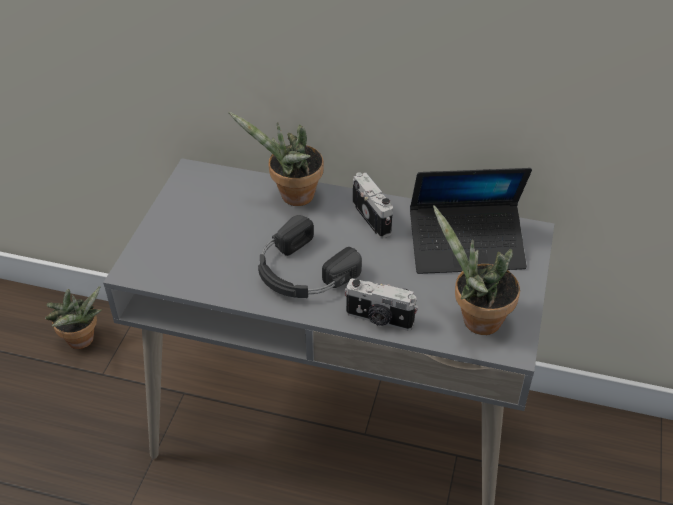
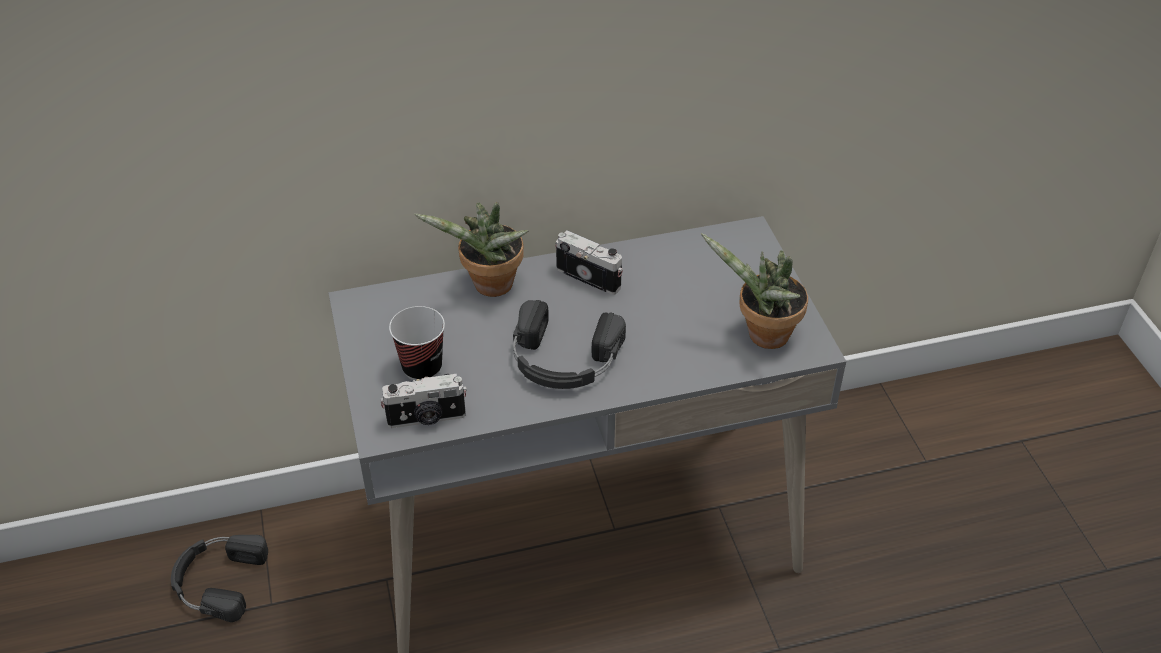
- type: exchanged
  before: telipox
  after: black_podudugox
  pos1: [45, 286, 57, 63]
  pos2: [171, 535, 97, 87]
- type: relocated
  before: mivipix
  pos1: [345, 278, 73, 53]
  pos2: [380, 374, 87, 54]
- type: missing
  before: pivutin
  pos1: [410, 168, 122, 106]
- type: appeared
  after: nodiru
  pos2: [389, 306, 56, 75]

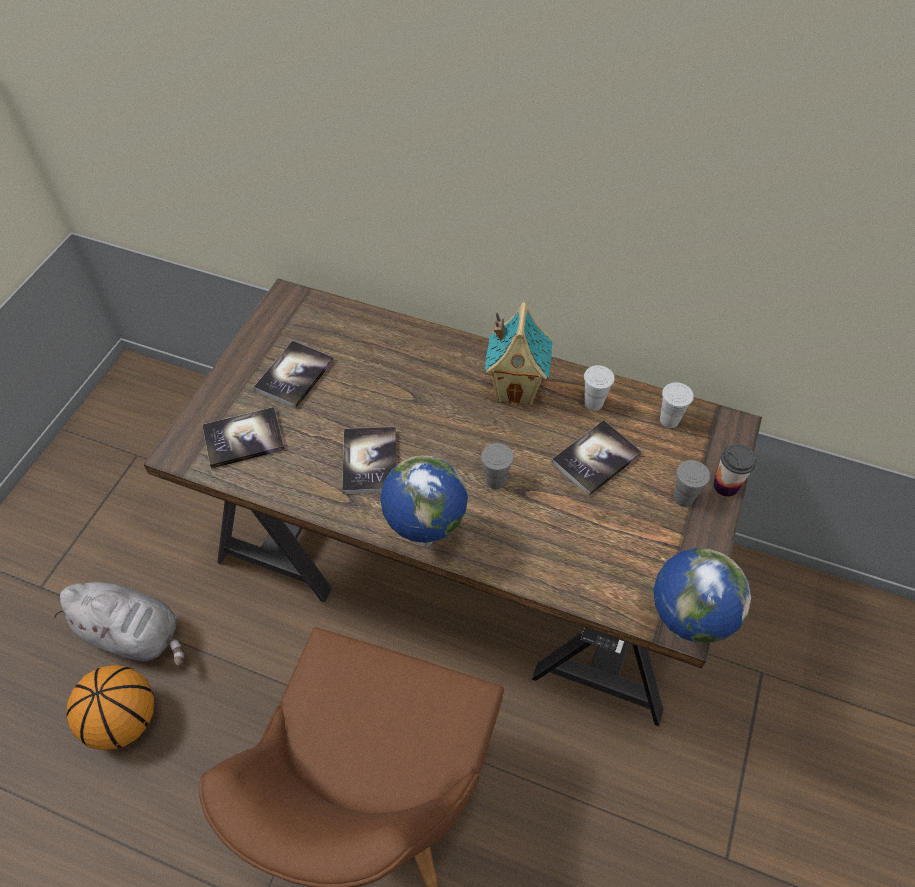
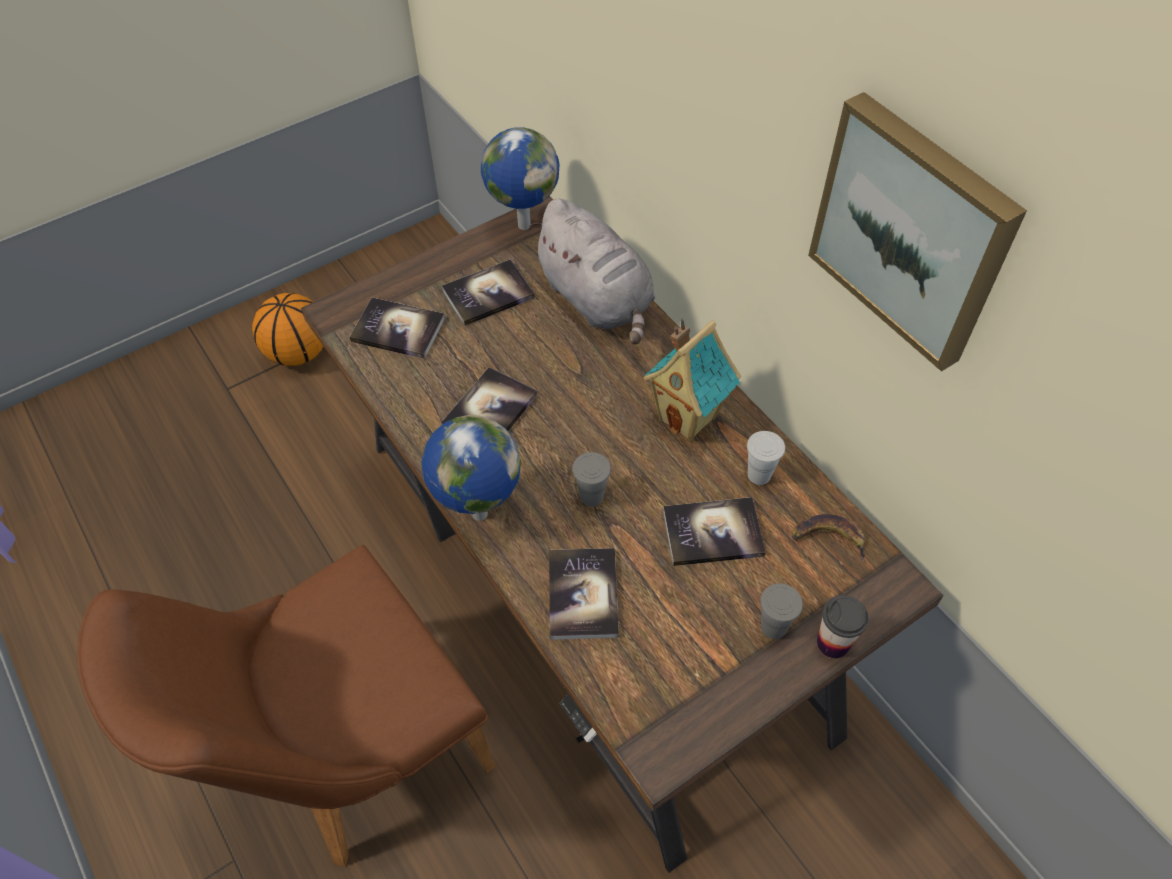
- type: relocated
  before: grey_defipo
  pos1: [53, 582, 131, 84]
  pos2: [529, 199, 126, 146]
- type: relocated
  before: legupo
  pos1: [66, 665, 88, 85]
  pos2: [252, 293, 72, 73]
- type: relocated
  before: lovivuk
  pos1: [654, 548, 97, 95]
  pos2: [481, 127, 78, 103]
- type: exchanged
  before: white_nodiru
  after: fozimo
  pos1: [660, 382, 34, 46]
  pos2: [792, 514, 73, 48]
- type: appeared
  after: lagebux
  pos2: [549, 548, 70, 92]
- type: appeared
  after: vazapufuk
  pos2: [808, 92, 219, 280]

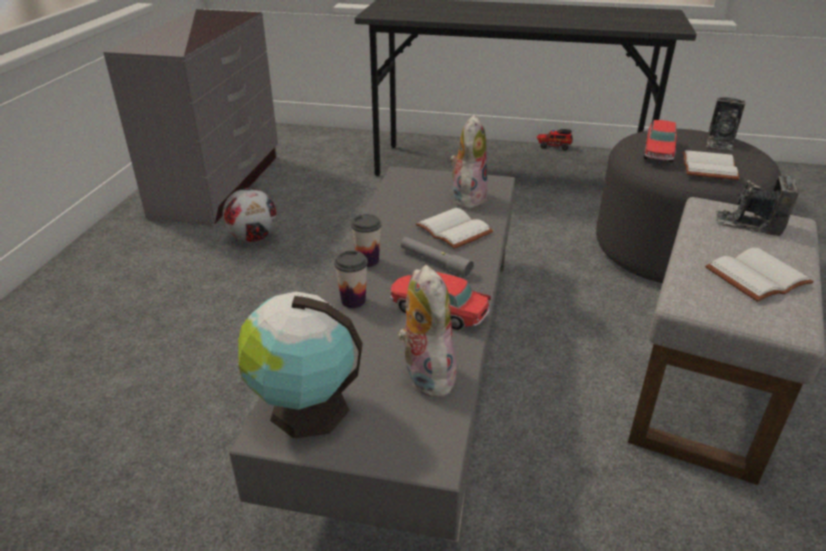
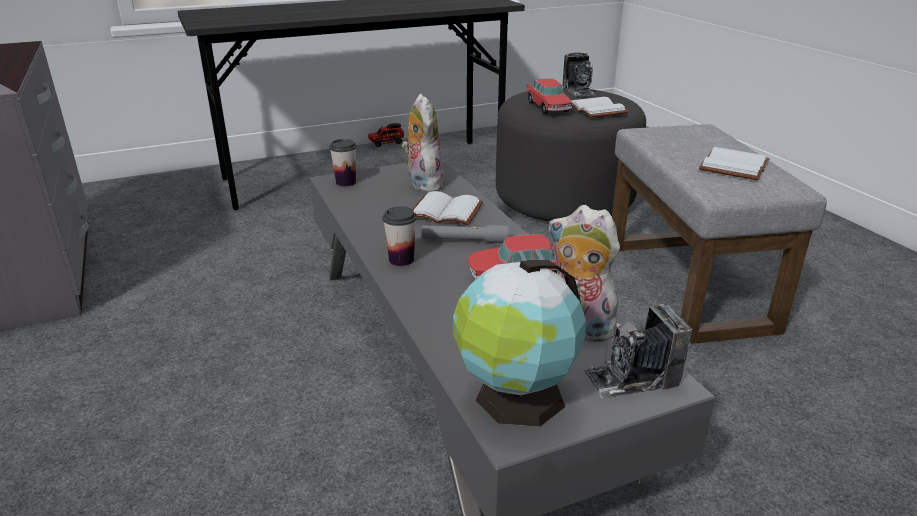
- type: missing
  before: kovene
  pos1: [223, 188, 54, 54]
- type: relocated
  before: nodiru
  pos1: [334, 250, 34, 58]
  pos2: [329, 139, 28, 47]
- type: relocated
  before: mivipix
  pos1: [716, 175, 83, 61]
  pos2: [582, 304, 111, 94]

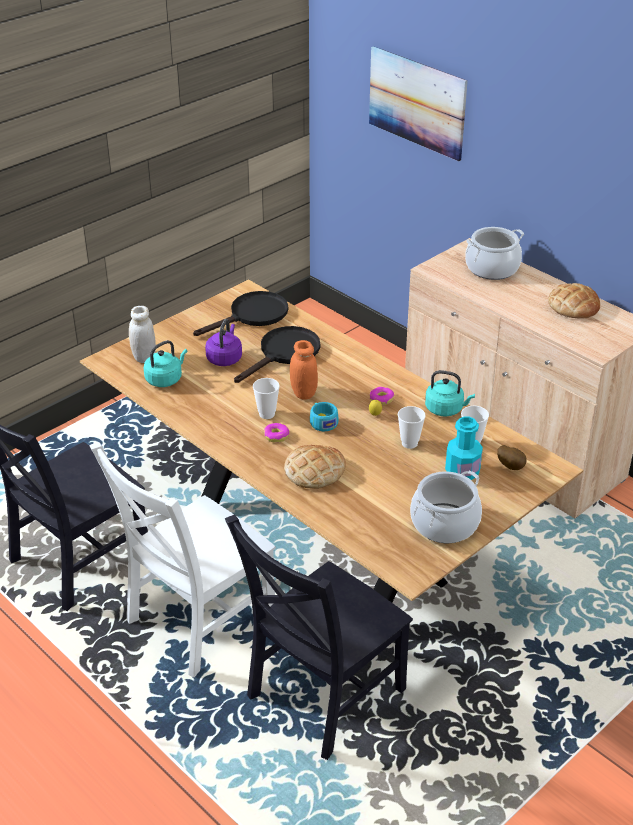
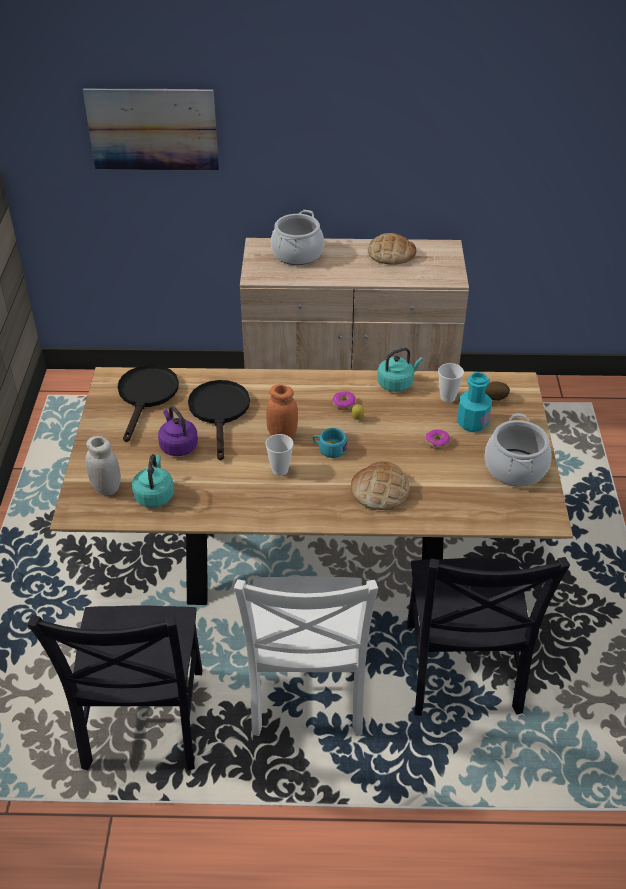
- type: relocated
  before: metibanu
  pos1: [264, 423, 25, 20]
  pos2: [425, 429, 25, 20]
- type: missing
  before: nodiru
  pos1: [398, 406, 28, 43]

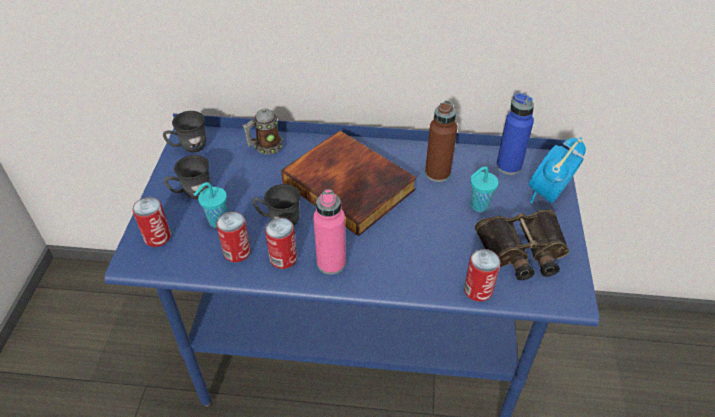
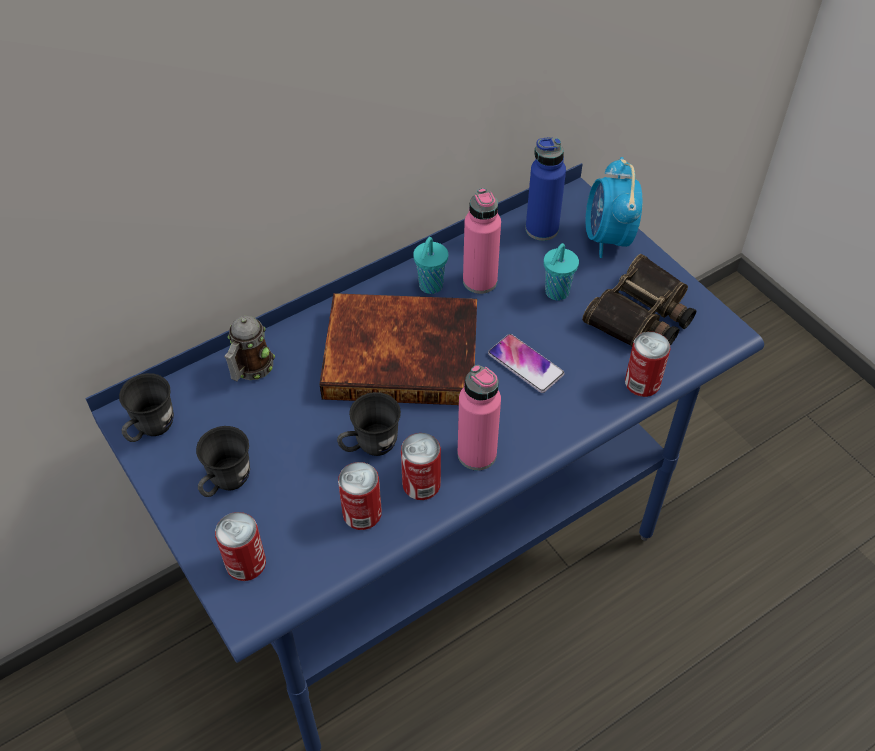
- type: relocated
  before: turquoise_nodiru
  pos1: [194, 182, 33, 46]
  pos2: [413, 237, 35, 57]
- type: colour
  before: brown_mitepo
  after: pink_mitepo
  pos1: [425, 101, 32, 81]
  pos2: [463, 188, 38, 106]
- type: appeared
  after: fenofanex
  pos2: [488, 334, 76, 59]

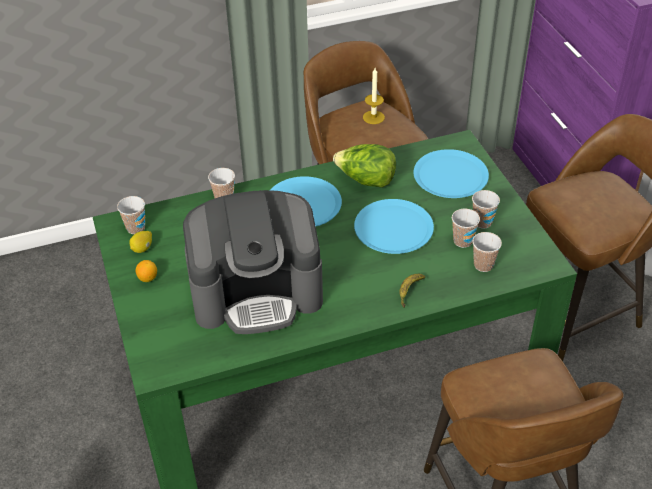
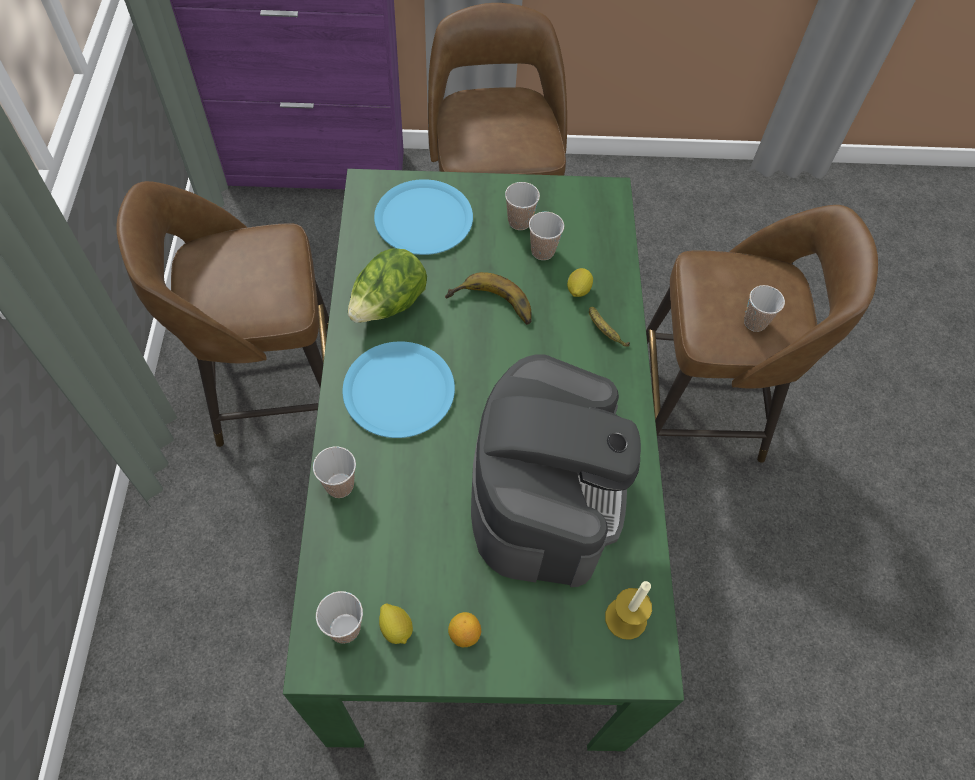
- type: exchanged
  before: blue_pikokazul
  after: fozimo
  pos1: [354, 199, 80, 55]
  pos2: [445, 272, 87, 53]
- type: relocated
  before: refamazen
  pos1: [363, 68, 22, 56]
  pos2: [605, 581, 47, 59]
- type: relocated
  before: nodiru
  pos1: [472, 232, 30, 40]
  pos2: [744, 285, 41, 47]
- type: appeared
  after: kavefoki
  pos2: [567, 268, 26, 29]

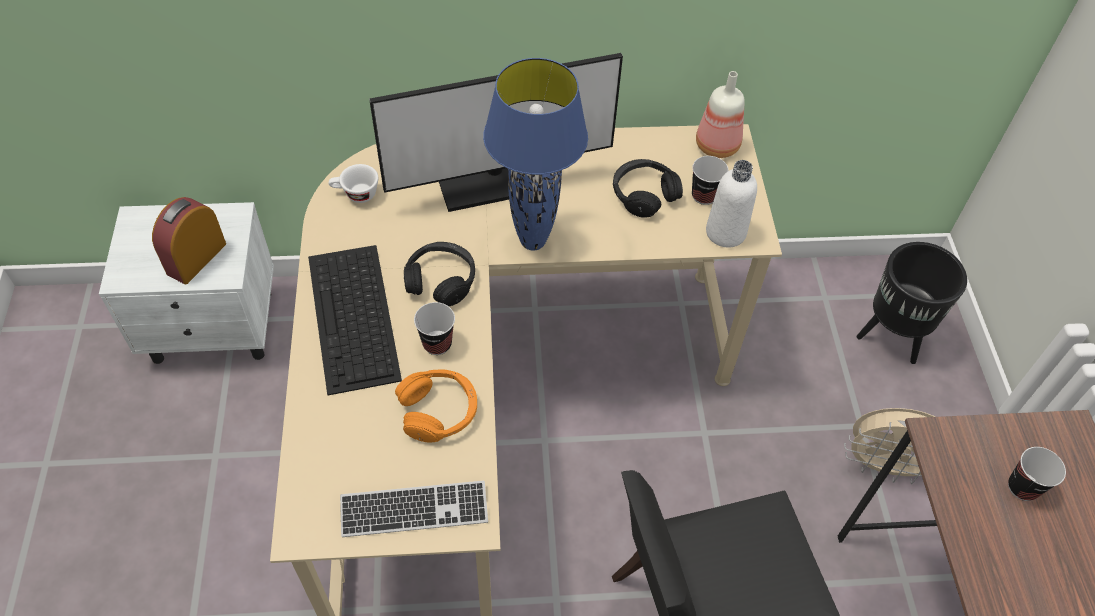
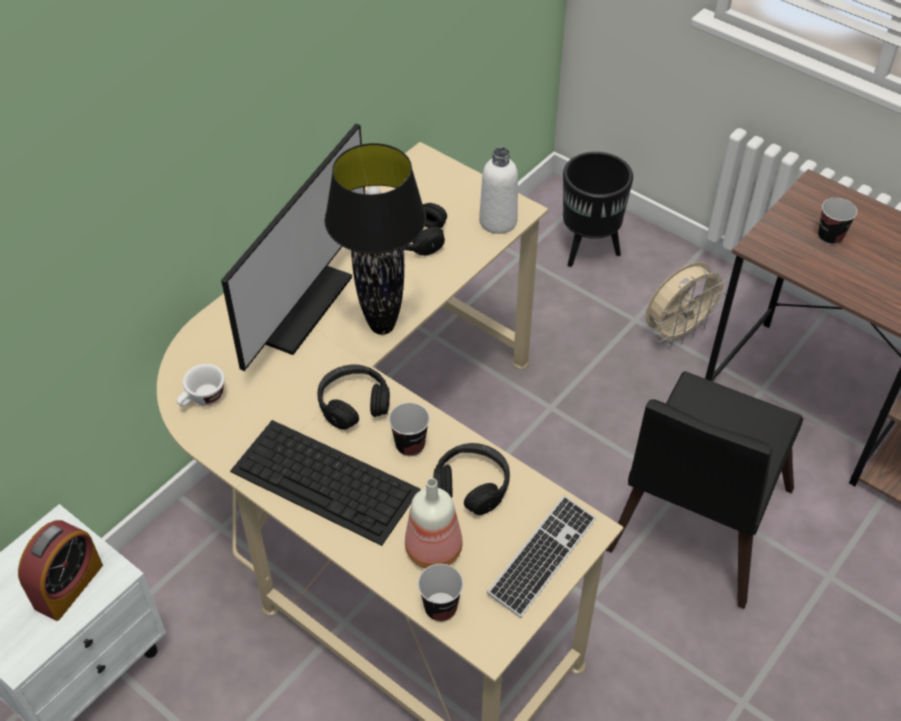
- type: spun
  before: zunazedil
  pos1: [152, 197, 74, 87]
  pos2: [18, 520, 85, 101]
  turn: -135
- type: colour
  before: orange_podudugox
  after: black_podudugox
  pos1: [395, 370, 82, 73]
  pos2: [433, 443, 77, 72]
- type: colour
  before: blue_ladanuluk
  after: black_ladanuluk
  pos1: [483, 58, 105, 193]
  pos2: [324, 143, 102, 192]
- type: relocated
  before: nodiru
  pos1: [692, 156, 37, 49]
  pos2: [418, 564, 45, 58]
- type: relocated
  before: mitepo
  pos1: [696, 71, 49, 87]
  pos2: [405, 478, 58, 91]

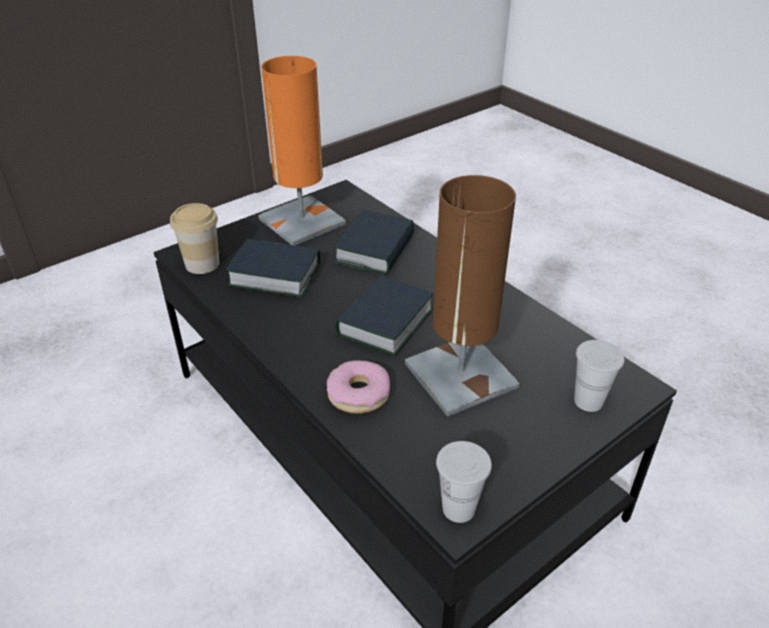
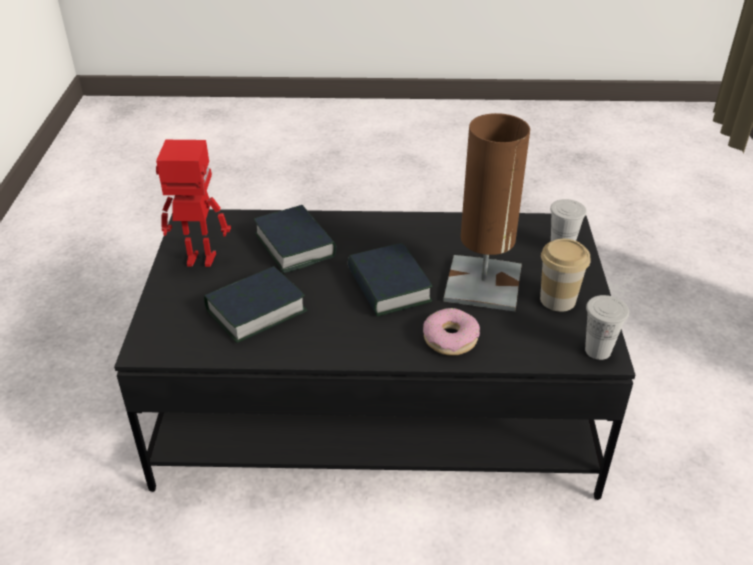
- type: relocated
  before: nodiru
  pos1: [170, 203, 49, 71]
  pos2: [540, 239, 50, 73]
- type: exchanged
  before: orange_ladanuluk
  after: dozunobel
  pos1: [258, 56, 88, 189]
  pos2: [156, 140, 75, 127]

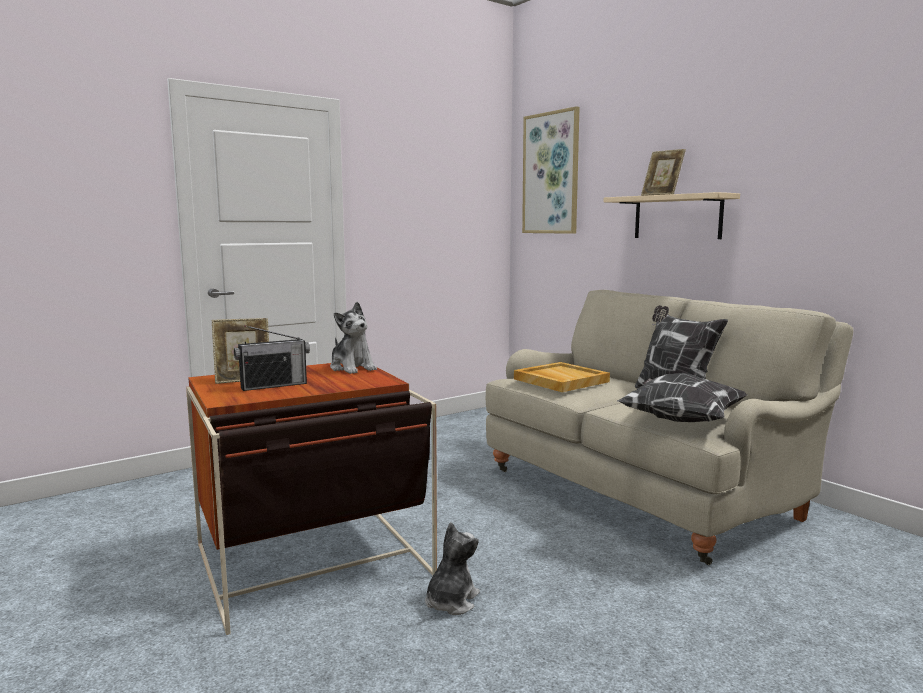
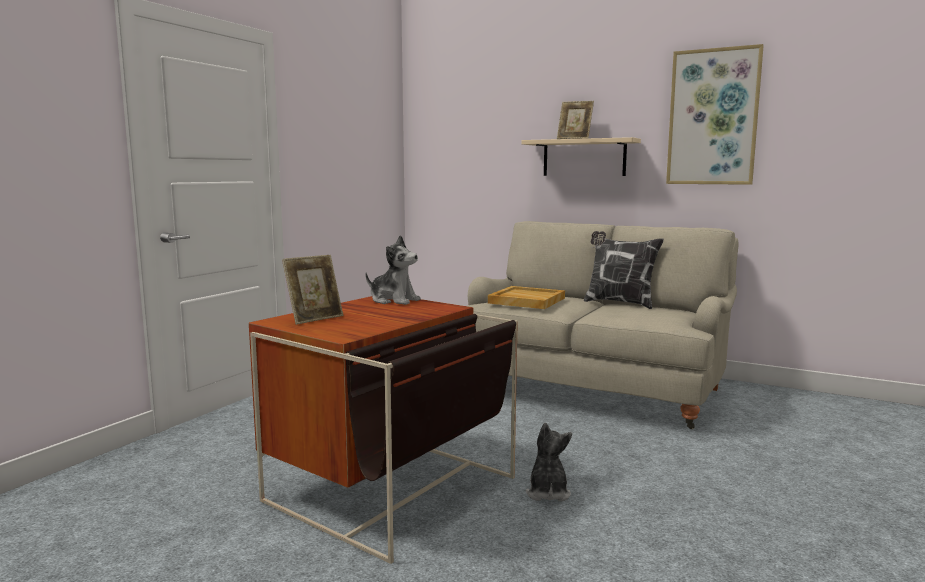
- type: missing
  before: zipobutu
  pos1: [234, 325, 76, 66]
- type: relocated
  before: vazapufuk
  pos1: [522, 106, 58, 128]
  pos2: [666, 44, 98, 141]
- type: missing
  before: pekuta
  pos1: [617, 373, 130, 49]

